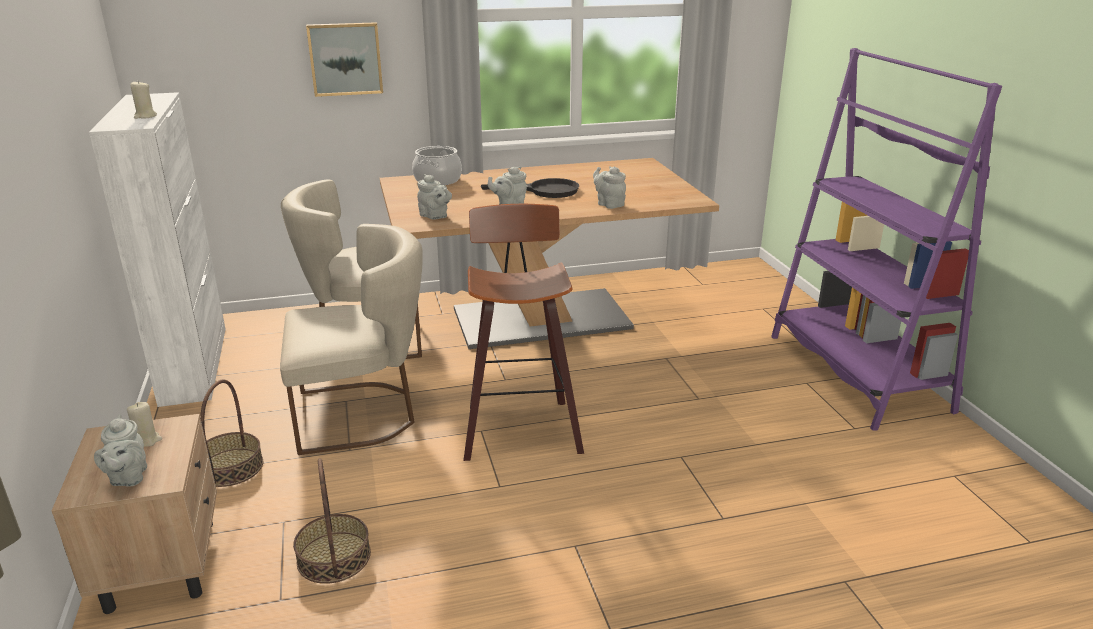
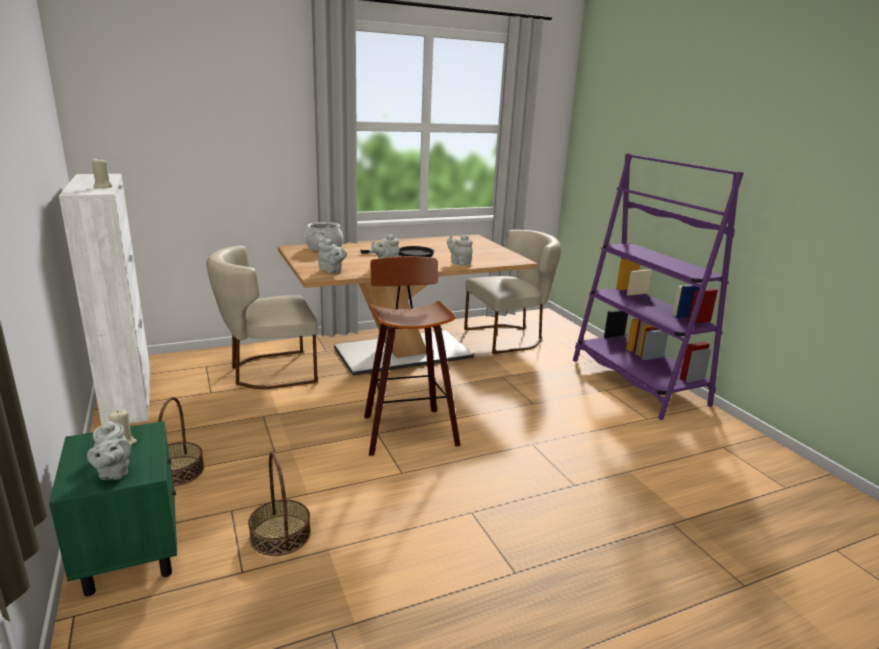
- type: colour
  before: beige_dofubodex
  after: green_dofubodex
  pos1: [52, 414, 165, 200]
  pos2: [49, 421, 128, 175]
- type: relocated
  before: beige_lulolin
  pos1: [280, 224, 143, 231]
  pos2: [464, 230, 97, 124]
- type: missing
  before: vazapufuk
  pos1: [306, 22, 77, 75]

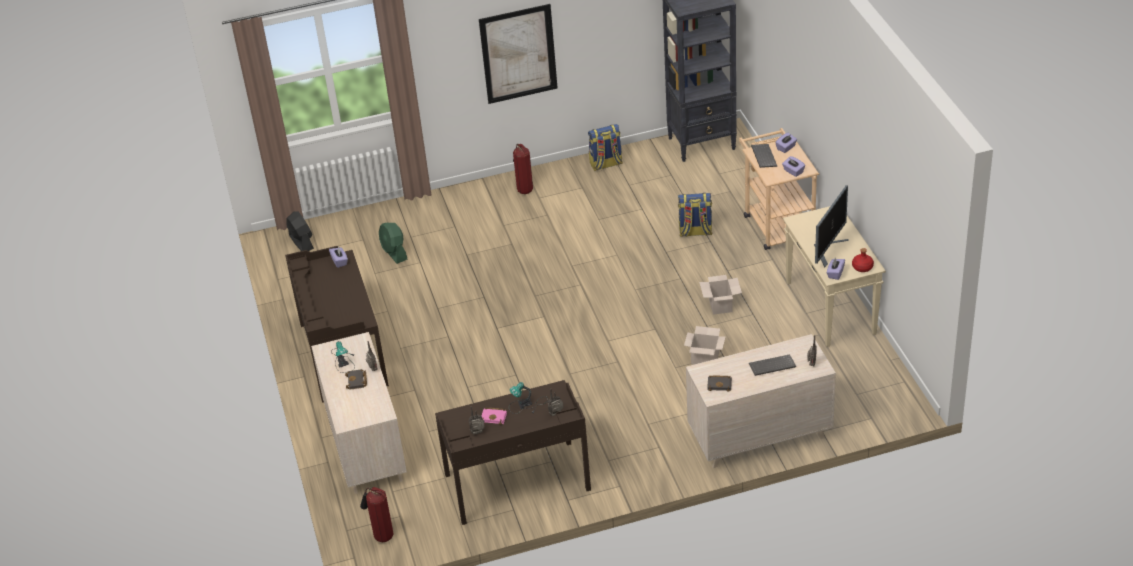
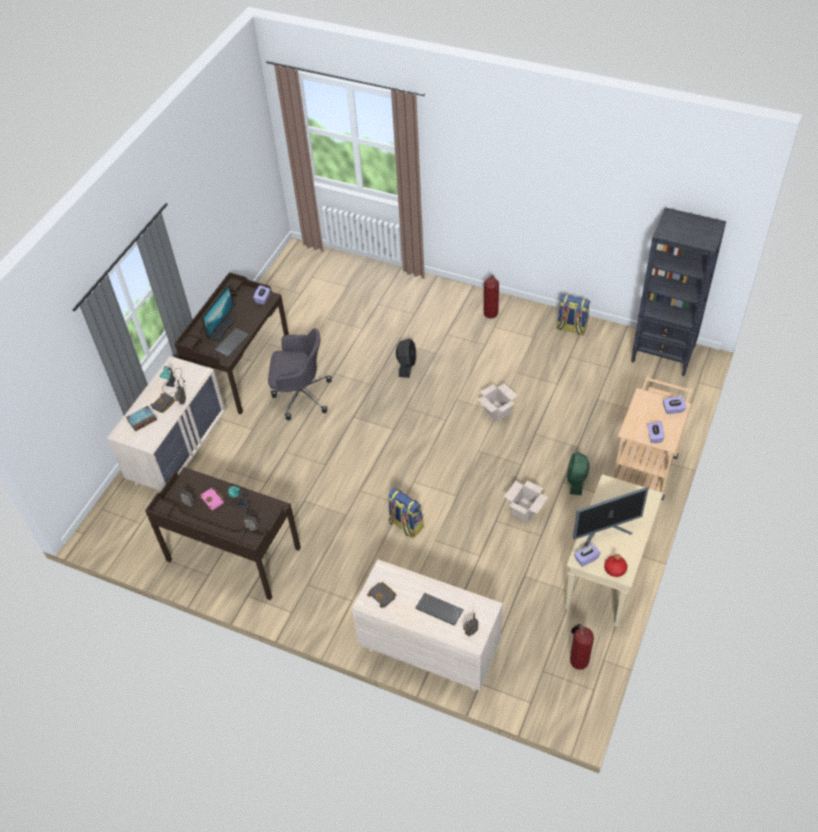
- type: relocated
  before: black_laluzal
  pos1: [287, 211, 27, 40]
  pos2: [396, 338, 20, 40]
- type: relocated
  before: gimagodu
  pos1: [360, 487, 33, 55]
  pos2: [570, 624, 24, 46]
- type: relocated
  before: green_laluzal
  pos1: [379, 223, 28, 41]
  pos2: [567, 452, 23, 43]
- type: missing
  before: vazapufuk
  pos1: [479, 4, 79, 100]
- type: relocated
  before: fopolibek
  pos1: [678, 193, 35, 44]
  pos2: [388, 488, 36, 50]
- type: relocated
  before: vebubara
  pos1: [684, 326, 42, 39]
  pos2: [477, 383, 41, 39]
- type: relocated
  before: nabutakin
  pos1: [751, 144, 26, 24]
  pos2: [215, 328, 34, 29]
- type: appeared
  after: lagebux
  pos2: [126, 406, 31, 26]
- type: appeared
  after: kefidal
  pos2: [201, 285, 35, 56]
- type: appeared
  after: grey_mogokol
  pos2: [268, 328, 64, 92]

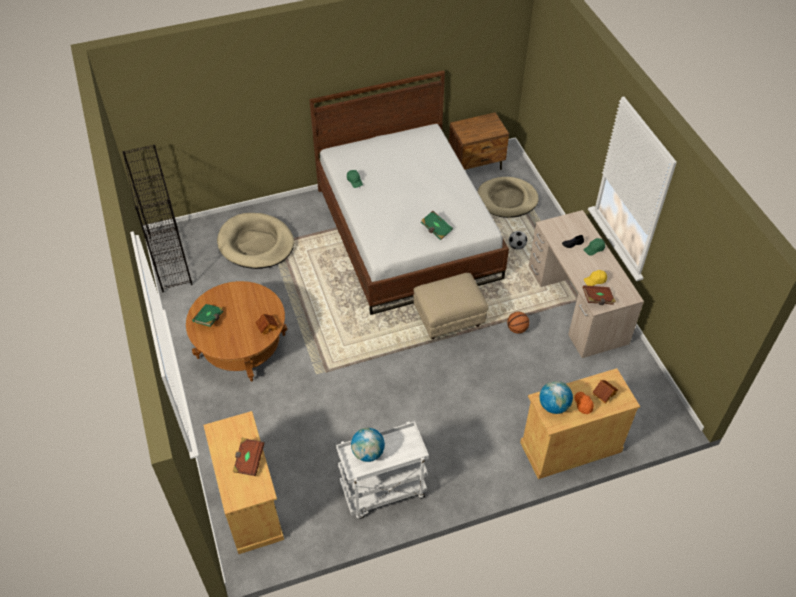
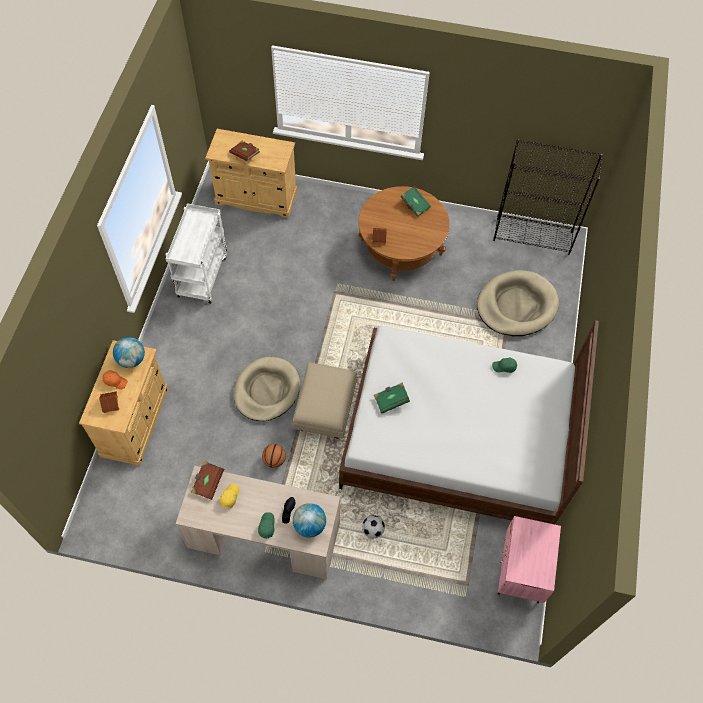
- type: relocated
  before: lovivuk
  pos1: [351, 428, 34, 34]
  pos2: [293, 503, 33, 34]
- type: colour
  before: brown_dofubodex
  after: pink_dofubodex
  pos1: [449, 112, 60, 58]
  pos2: [497, 516, 64, 87]
- type: relocated
  before: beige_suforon
  pos1: [477, 177, 62, 41]
  pos2: [234, 357, 66, 64]

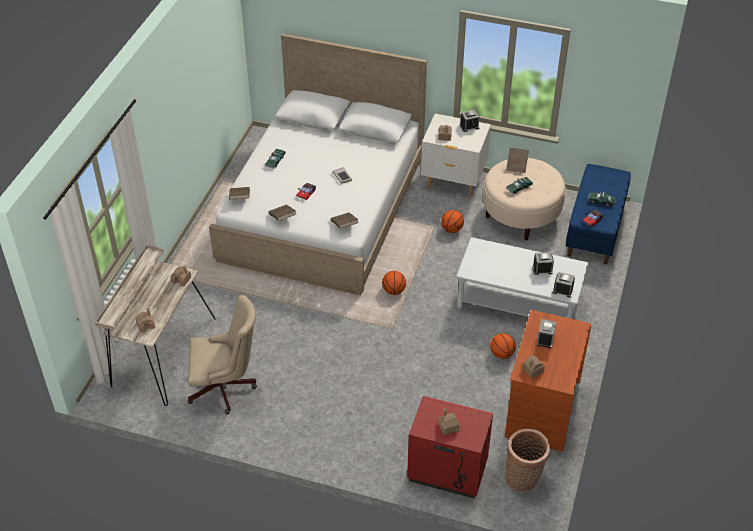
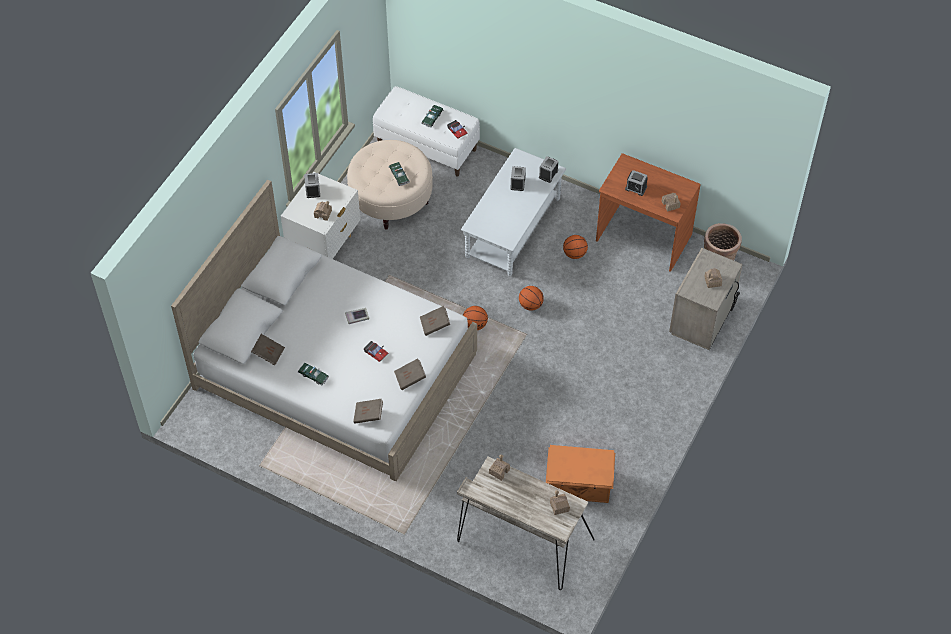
- type: exchanged
  before: beige_mogokol
  after: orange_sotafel
  pos1: [188, 295, 69, 119]
  pos2: [546, 445, 69, 58]
- type: colour
  before: red_dofubodex
  after: beige_dofubodex
  pos1: [407, 396, 86, 103]
  pos2: [669, 248, 74, 102]
- type: relocated
  before: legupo
  pos1: [441, 210, 23, 23]
  pos2: [519, 286, 25, 25]
- type: relocated
  before: brown_lagebux
  pos1: [506, 148, 23, 25]
  pos2: [251, 334, 34, 32]
- type: colour
  before: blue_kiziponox
  after: white_kiziponox
  pos1: [565, 164, 66, 101]
  pos2: [373, 86, 107, 91]

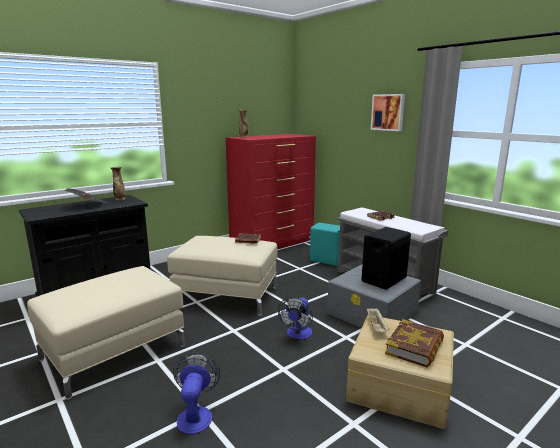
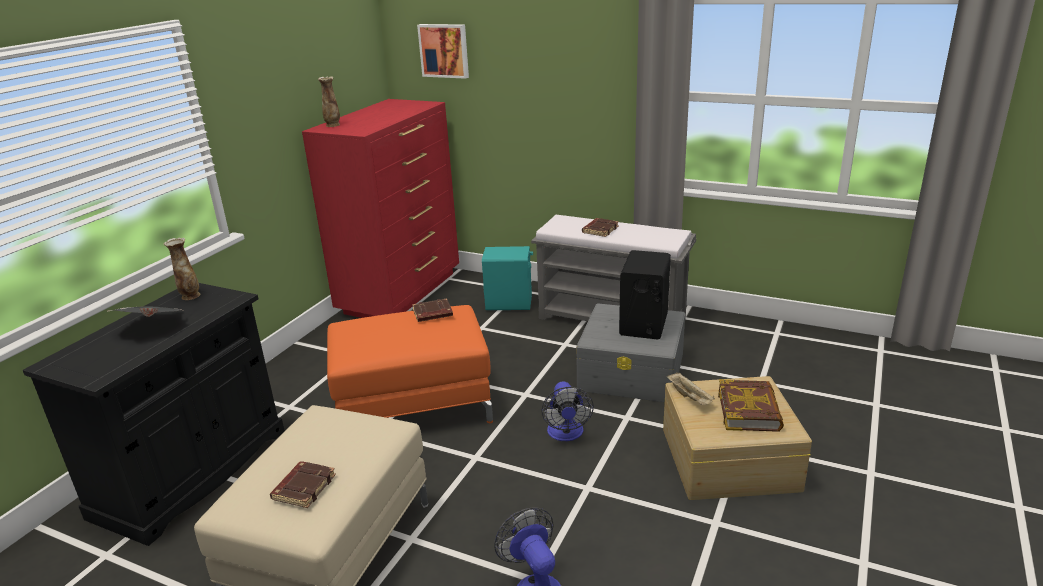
- type: colour
  before: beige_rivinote
  after: orange_rivinote
  pos1: [167, 236, 110, 80]
  pos2: [327, 305, 166, 118]
- type: relocated
  before: vazapufuk
  pos1: [371, 94, 34, 37]
  pos2: [417, 24, 52, 55]
- type: appeared
  after: brown_lagebux
  pos2: [270, 461, 66, 47]

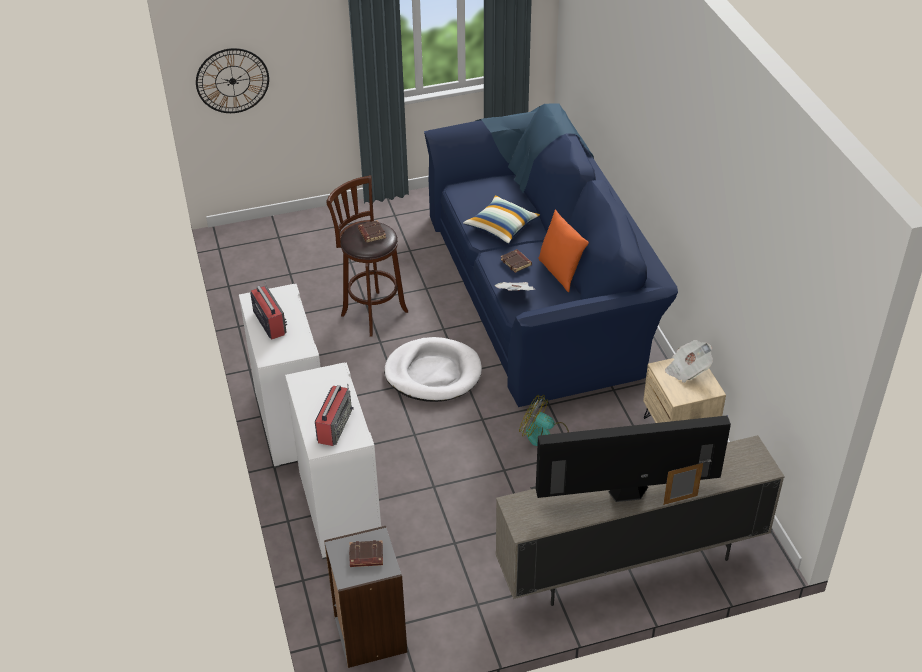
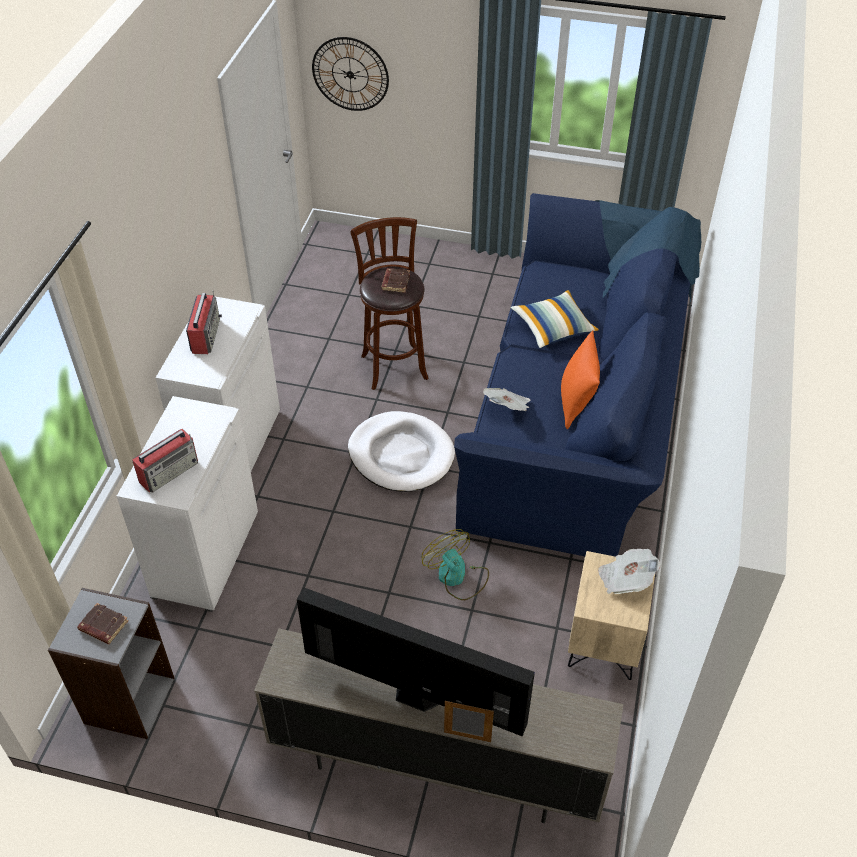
- type: missing
  before: brown_lagebux
  pos1: [501, 249, 31, 24]

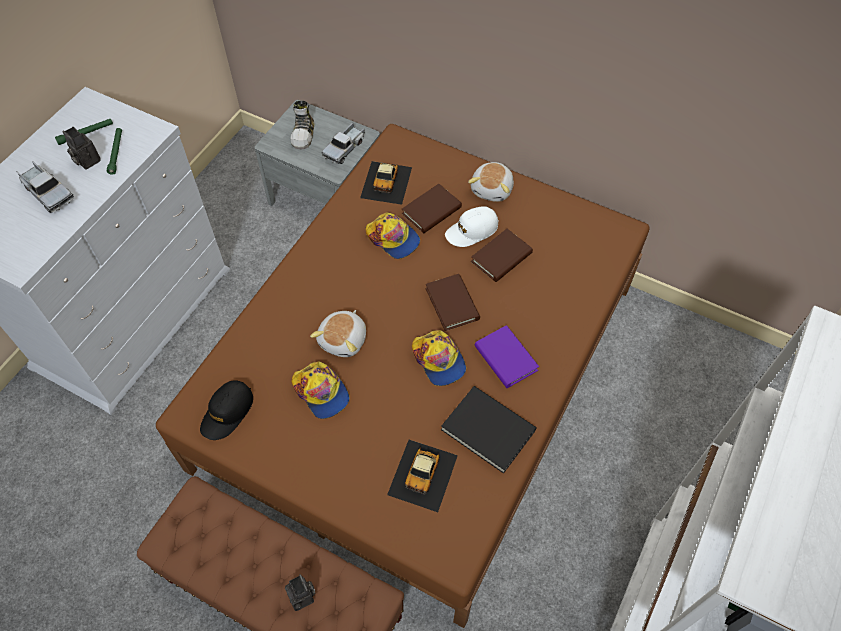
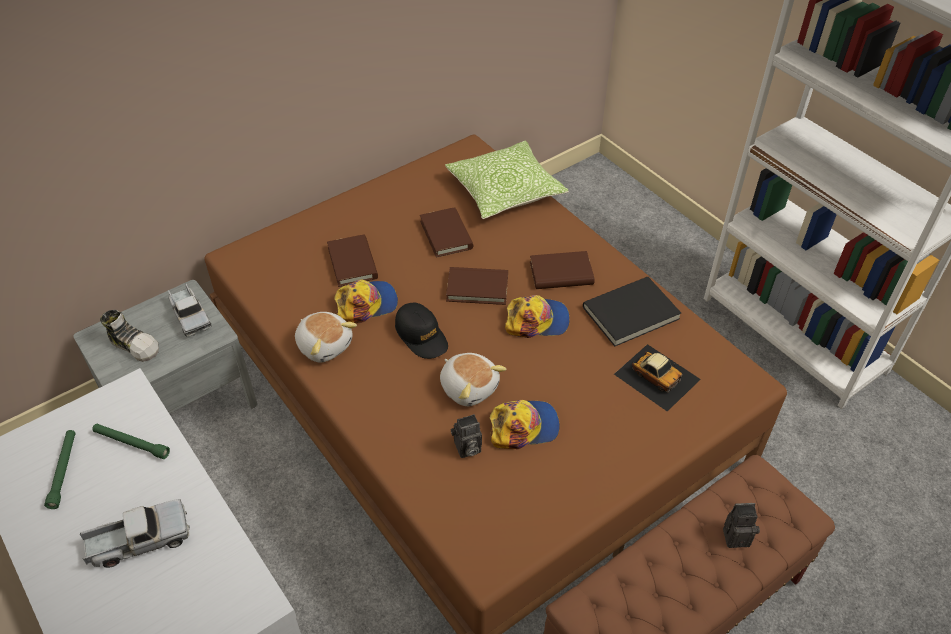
- type: relocated
  before: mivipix
  pos1: [62, 127, 39, 43]
  pos2: [450, 414, 32, 44]
- type: relocated
  before: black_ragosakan
  pos1: [200, 381, 53, 59]
  pos2: [395, 302, 53, 57]
- type: missing
  before: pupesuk
  pos1: [360, 161, 52, 44]
- type: missing
  before: white_ragosakan
  pos1: [445, 206, 54, 41]
- type: relocated
  before: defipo
  pos1: [468, 162, 46, 40]
  pos2: [295, 312, 62, 51]
- type: colour
  before: purple_lagebux
  after: brown_lagebux
  pos1: [475, 325, 64, 63]
  pos2: [530, 251, 65, 38]
- type: appeared
  after: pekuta
  pos2: [445, 140, 124, 79]

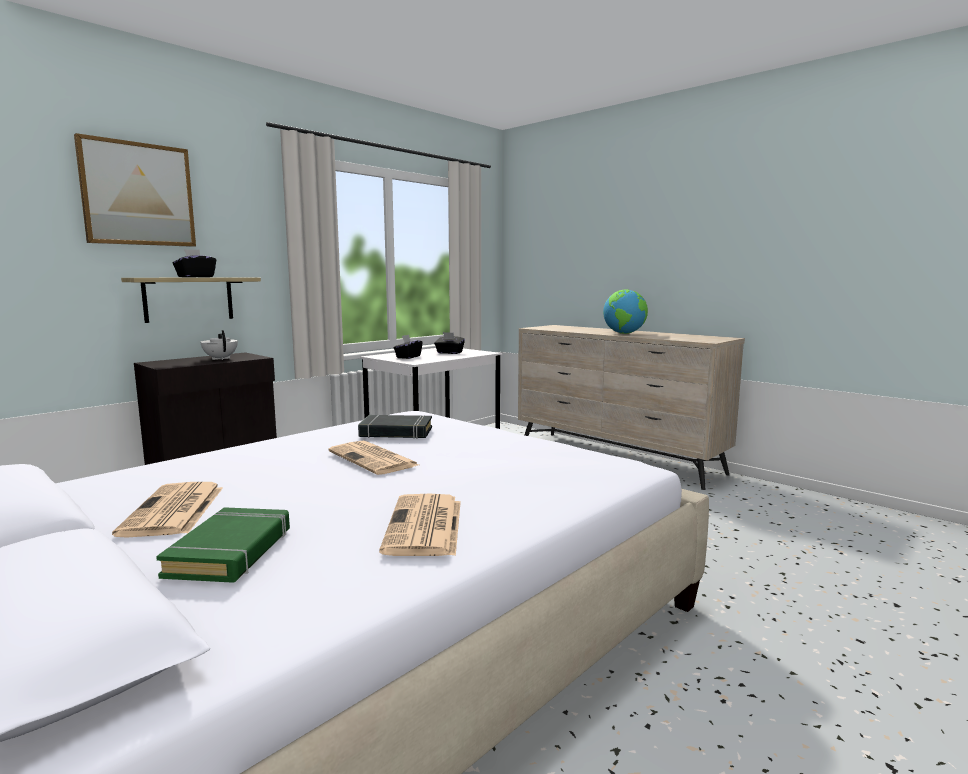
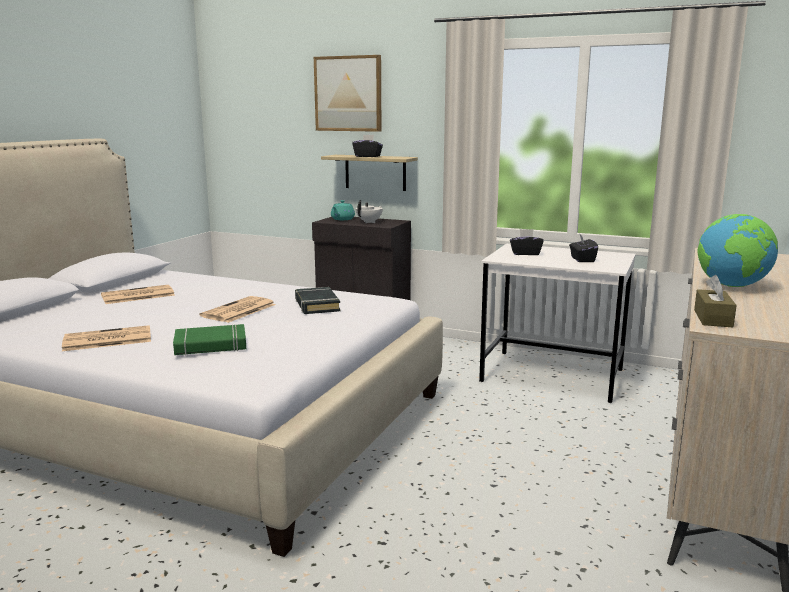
- type: relocated
  before: green_lagebux
  pos1: [156, 507, 134, 76]
  pos2: [173, 324, 73, 31]
- type: appeared
  after: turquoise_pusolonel
  pos2: [331, 200, 24, 20]
- type: appeared
  after: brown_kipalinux
  pos2: [694, 275, 43, 52]

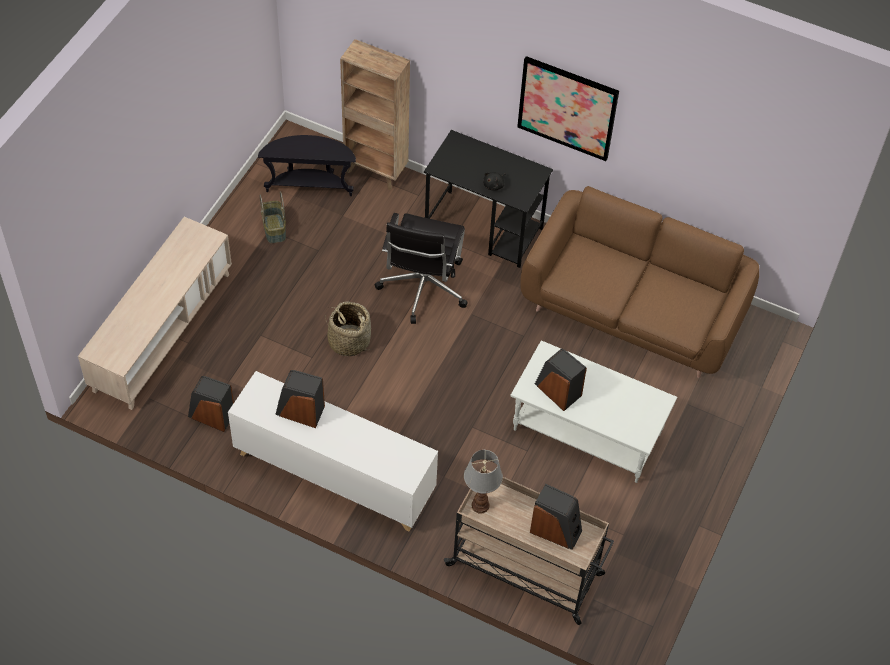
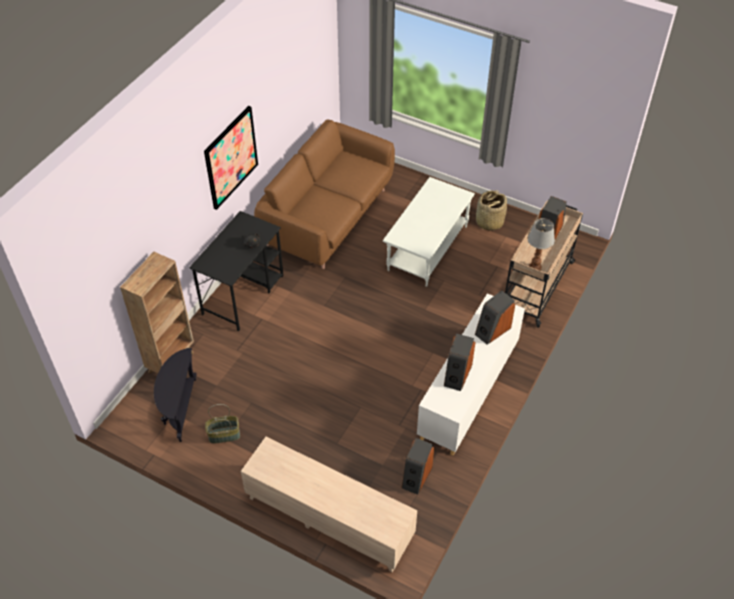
- type: relocated
  before: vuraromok
  pos1: [325, 301, 46, 55]
  pos2: [476, 190, 31, 41]
- type: missing
  before: black_mogokol
  pos1: [375, 213, 93, 111]
- type: relocated
  before: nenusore
  pos1: [535, 349, 52, 62]
  pos2: [475, 290, 40, 55]

